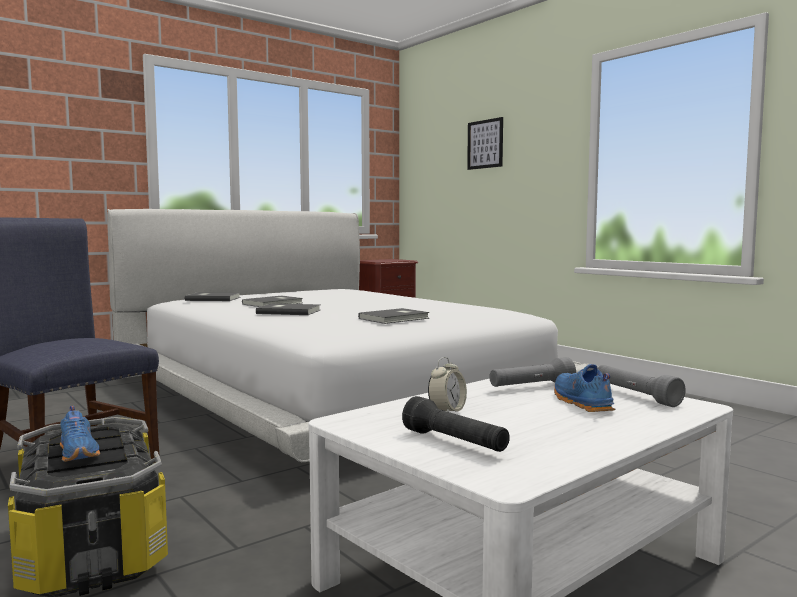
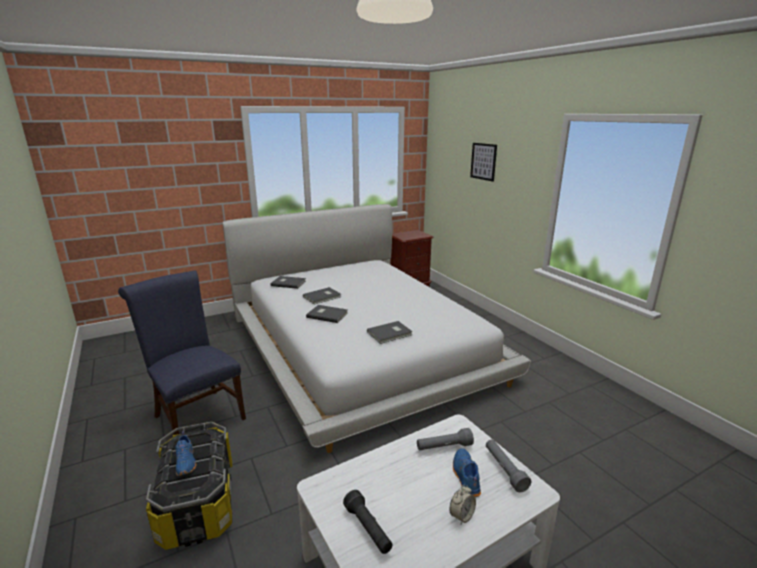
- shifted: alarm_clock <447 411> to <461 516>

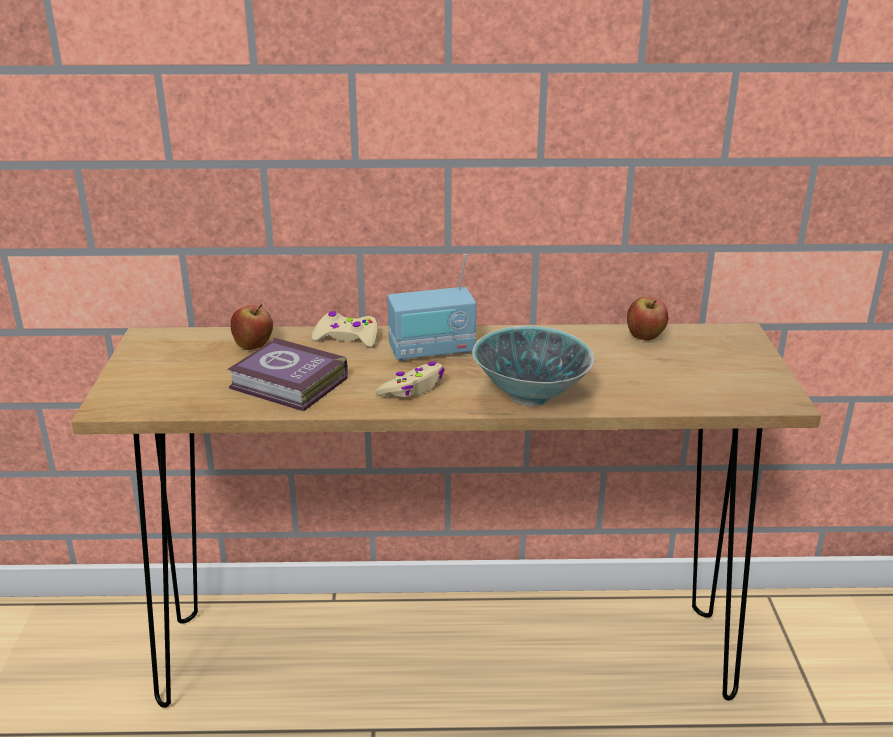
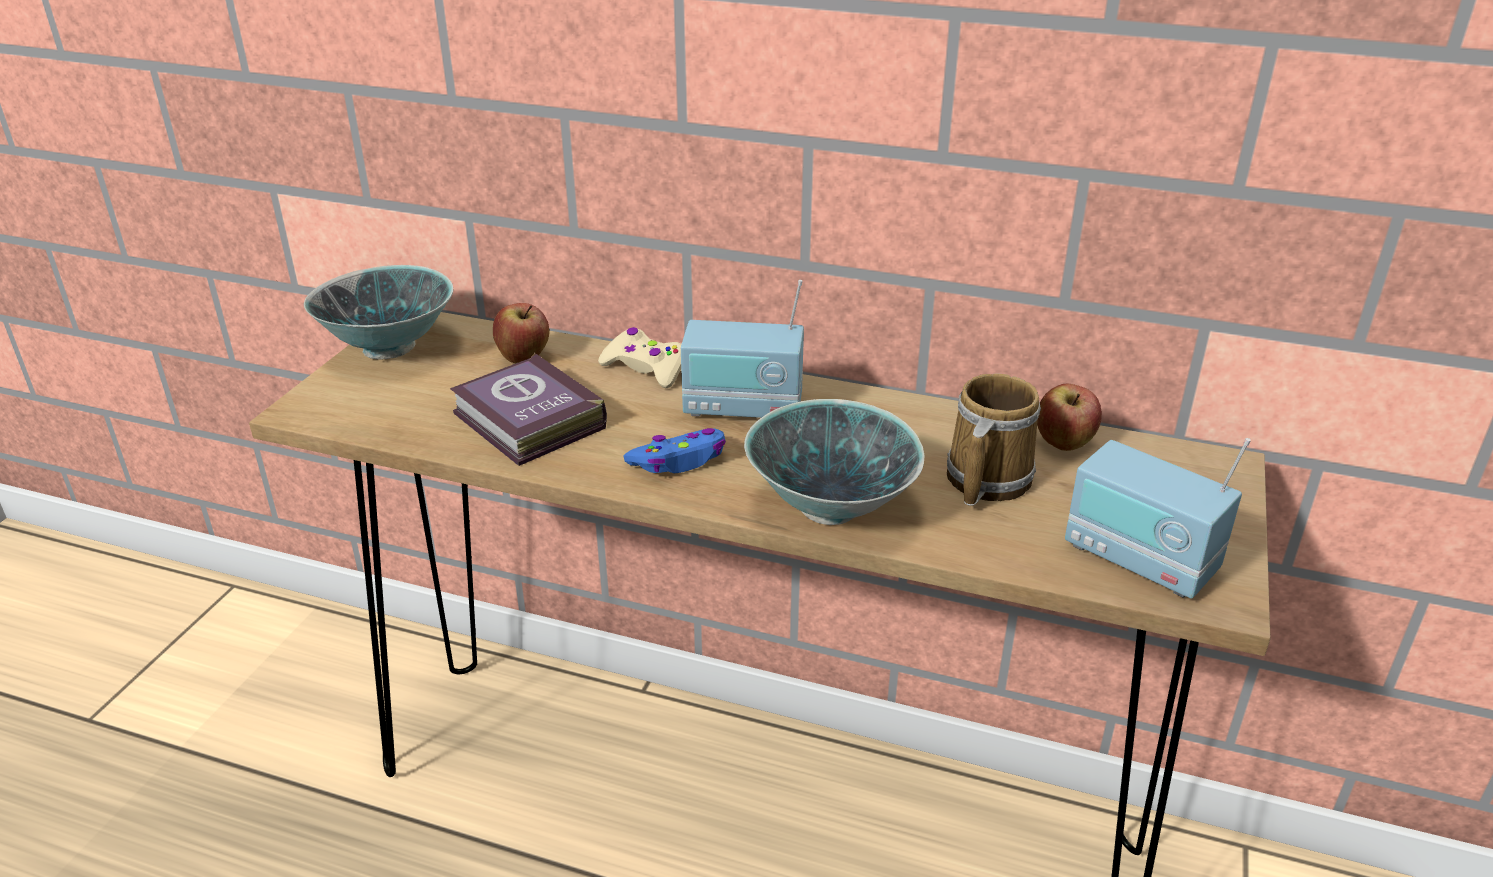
- new: bowl <390 348>
- repainted: beige_game_controller <413 388> to blue_game_controller <679 461>
- new: mug <983 479>
- new: radio <1139 560>

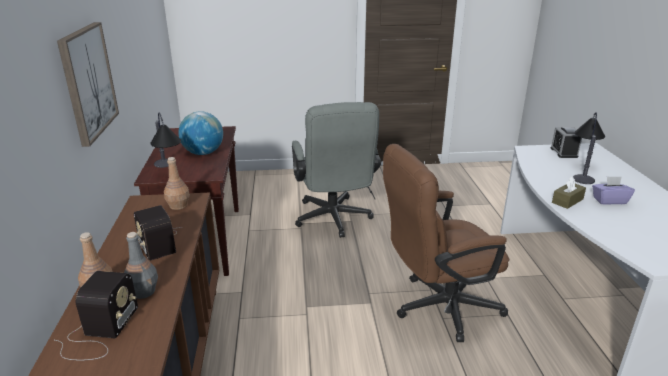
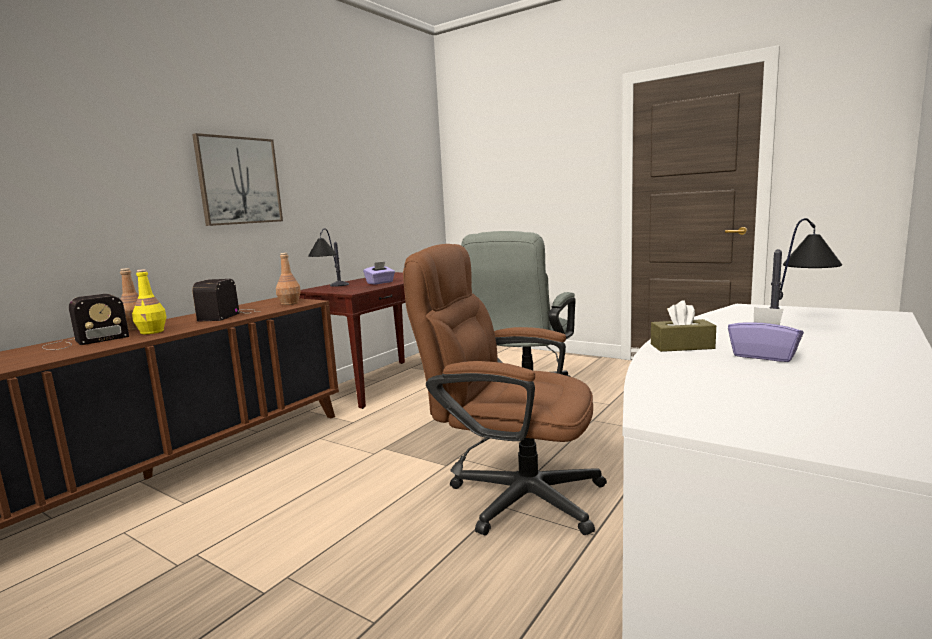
- repainted: grey_bottle <143 291> to yellow_bottle <152 332>
- swapped: globe <203 153> to purple_tissue_box <380 283>
- gone: alarm_clock <564 152>

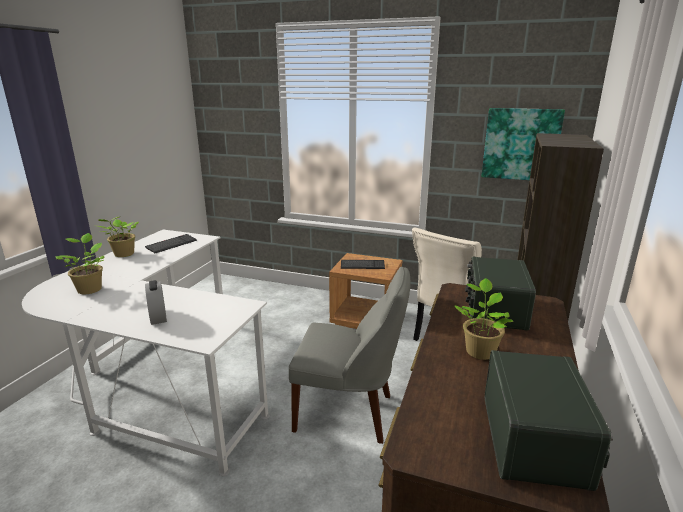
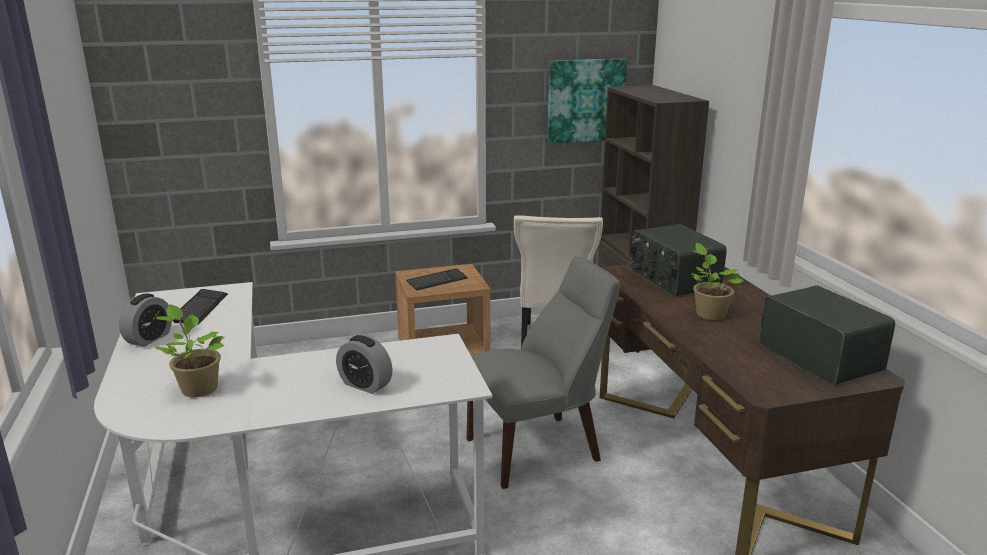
- swapped: potted_plant <123 254> to alarm_clock <149 338>

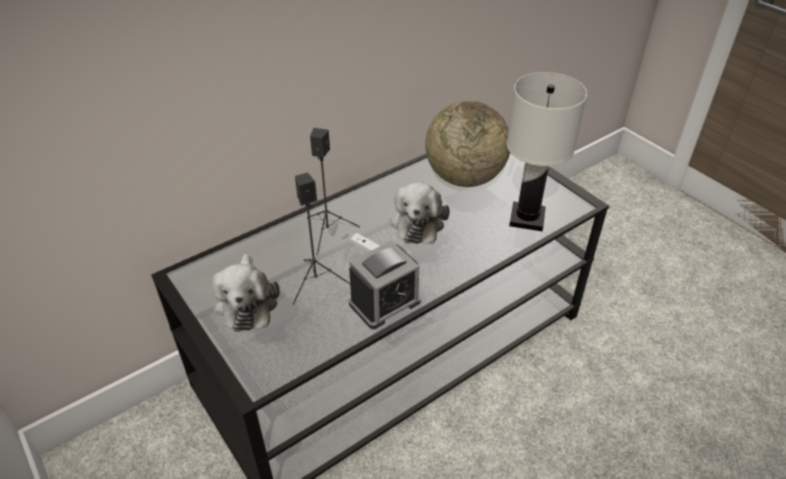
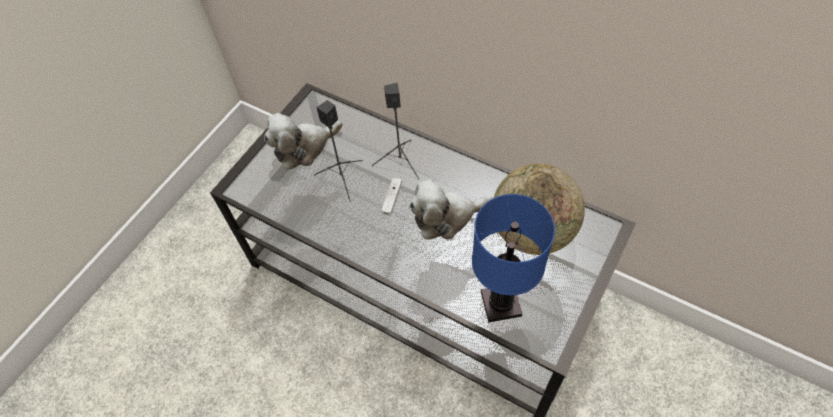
- repainted: white_table_lamp <527 218> to blue_table_lamp <500 304>
- gone: alarm_clock <384 302>

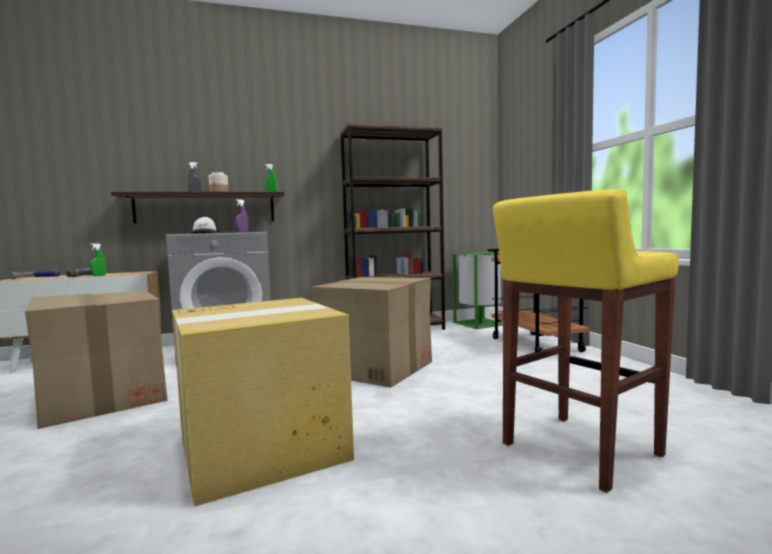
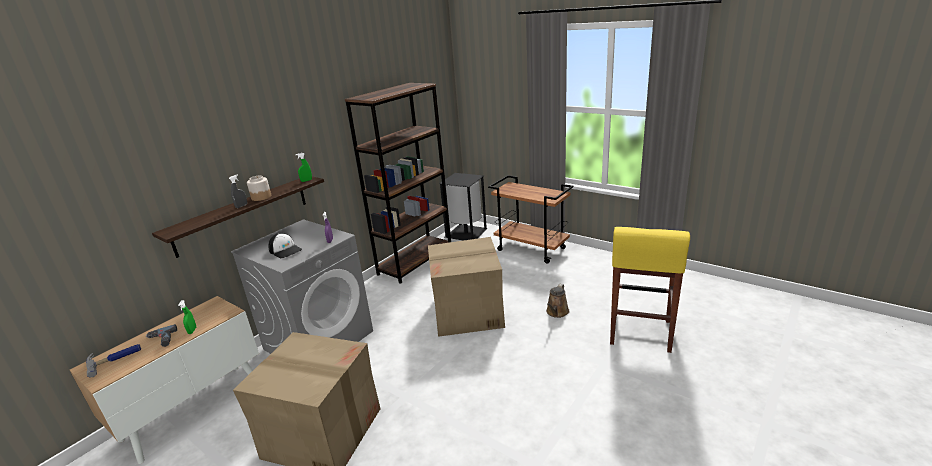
- repainted: green_trash_can <479 324> to black_trash_can <466 233>
- new: brown_watering_can <557 312>
- gone: cardboard_box <264 448>

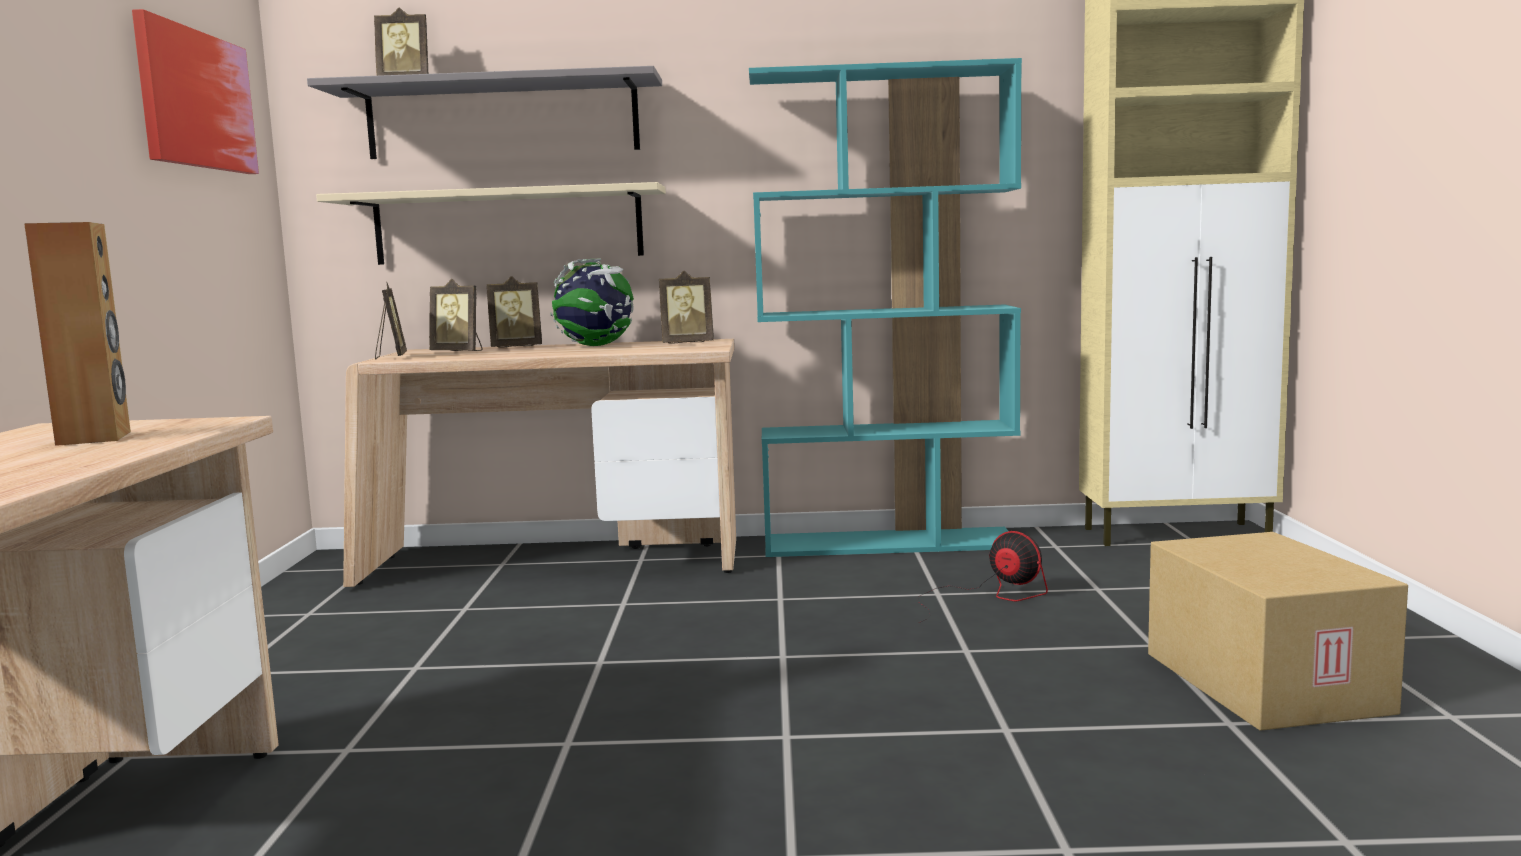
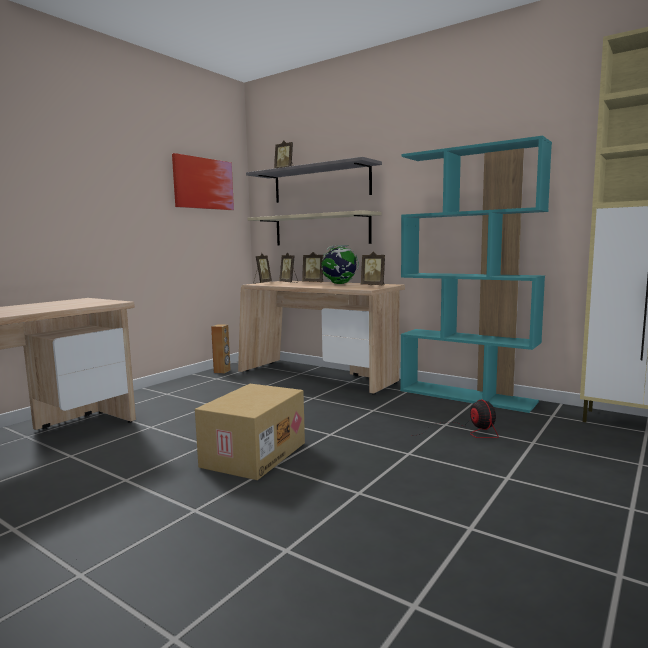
- shifted: cardboard_box <1260 682> to <253 454>
- shifted: brown_speaker <95 438> to <222 371>

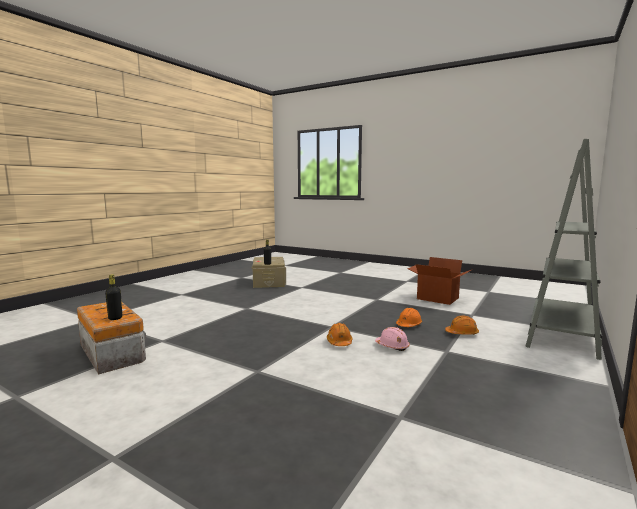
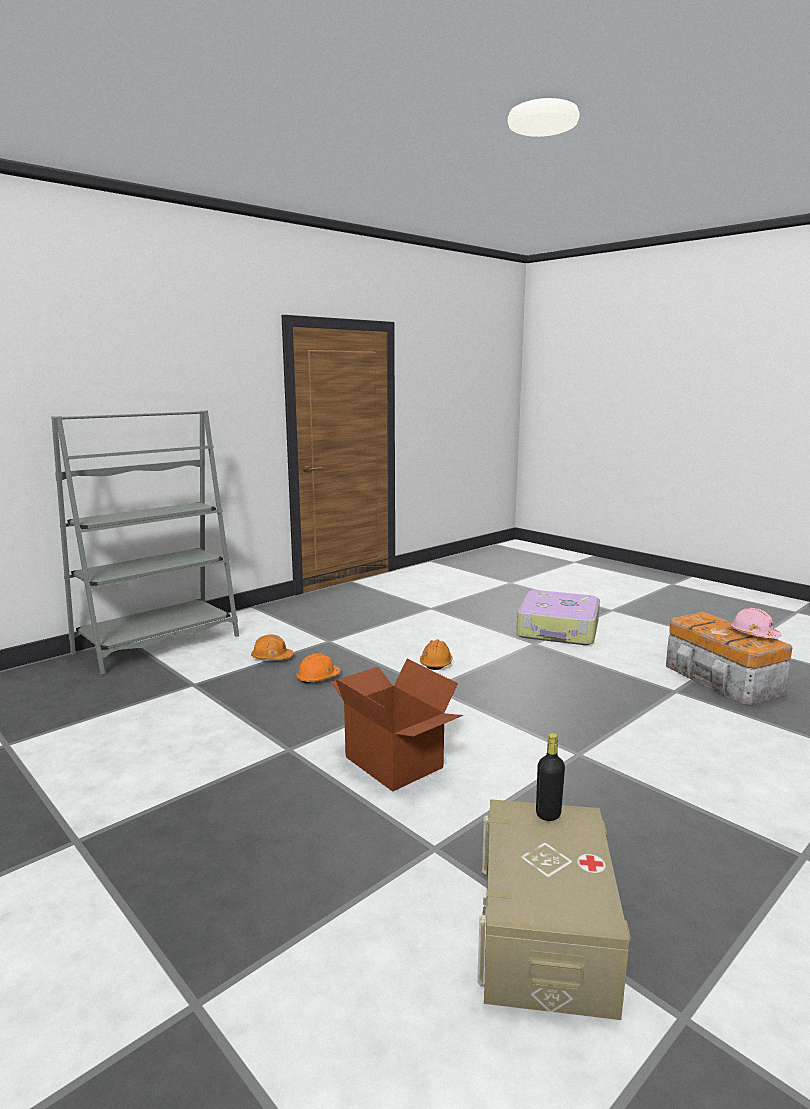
- shifted: cardboard_box <437 298> to <395 761>
- new: suitcase <558 630>
- shifted: pink_hard_hat <392 346> to <753 634>
- gone: black_bottle <115 318>

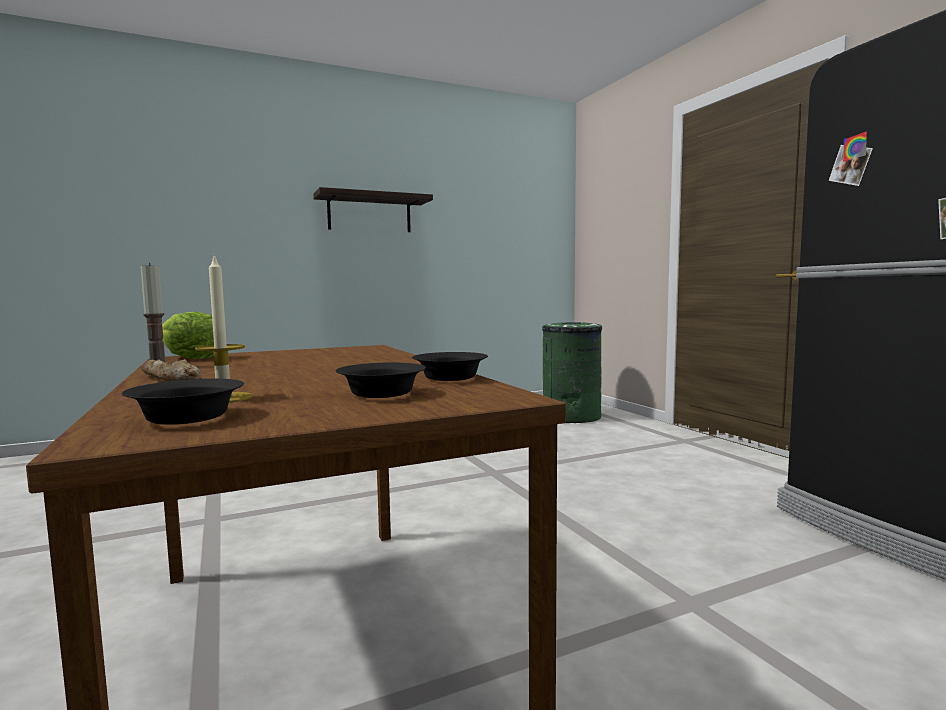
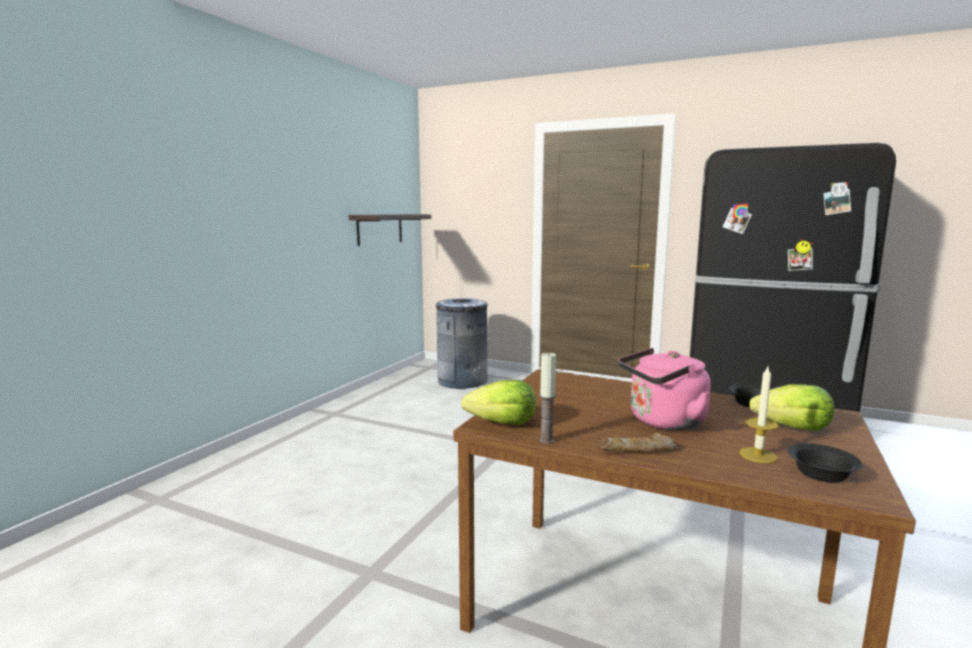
- shifted: shelf <369 214> to <380 229>
- repainted: green_trash_can <571 416> to grey_trash_can <462 381>
- new: pink_kettle <663 422>
- swapped: black_bowl <381 394> to lettuce <792 427>

